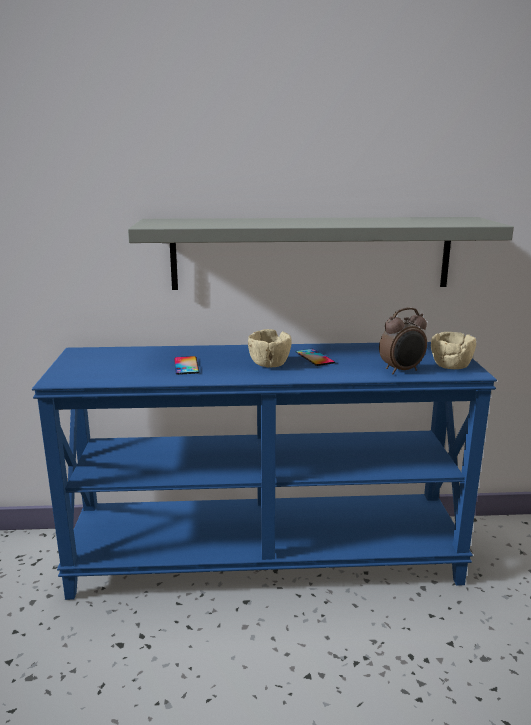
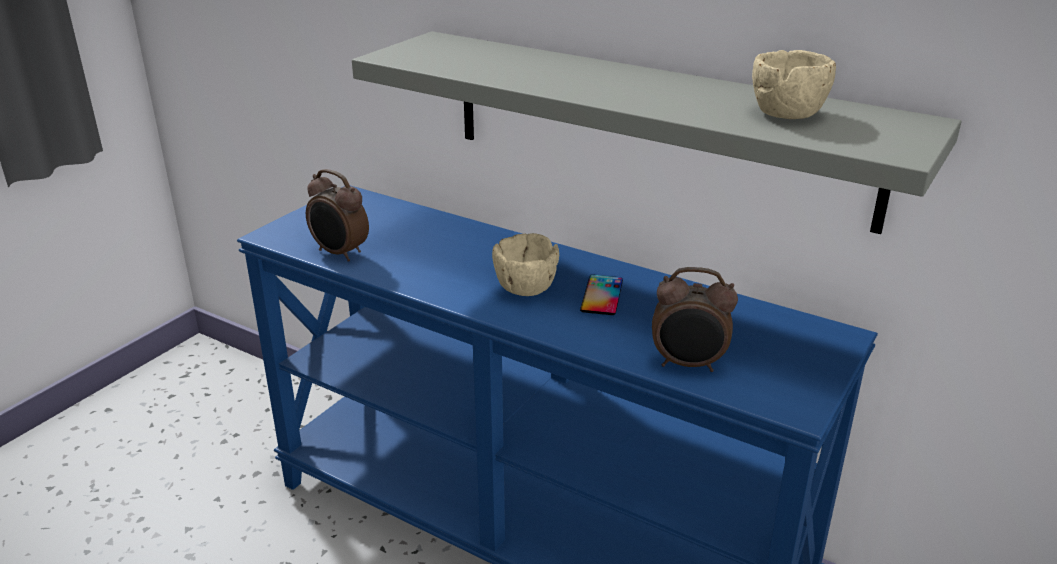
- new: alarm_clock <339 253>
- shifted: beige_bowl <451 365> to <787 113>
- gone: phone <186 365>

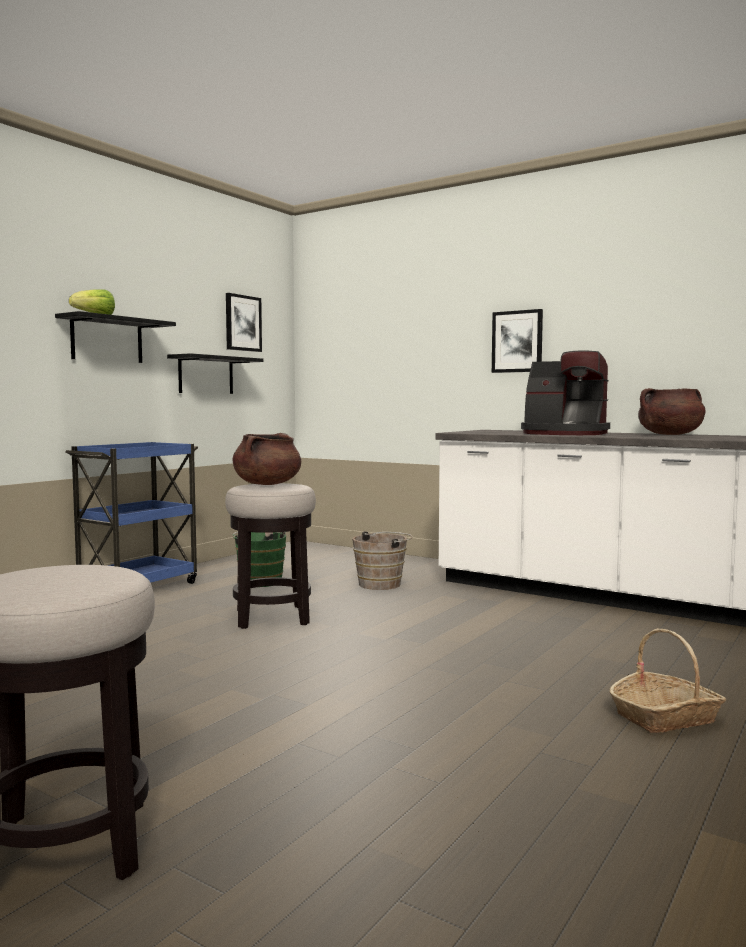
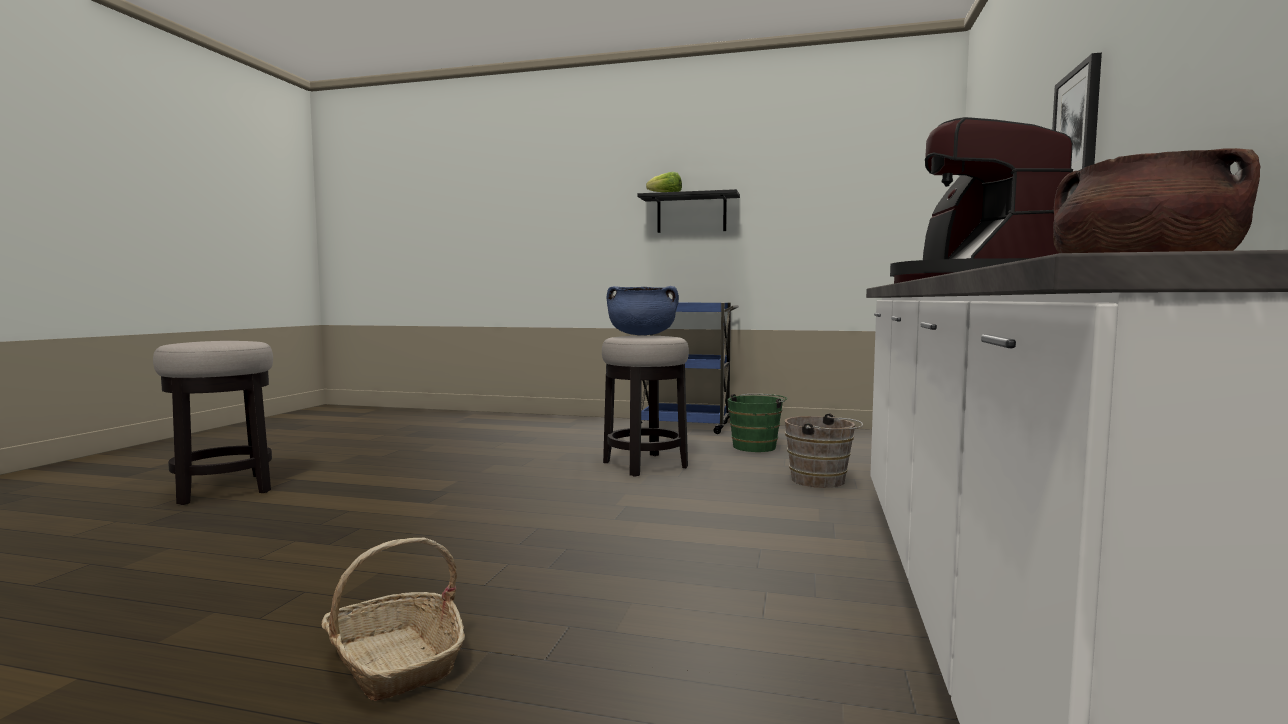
- repainted: brown_cooking_pot <267 484> to blue_cooking_pot <642 335>
- gone: black_shelf <206 375>
- gone: picture <242 323>

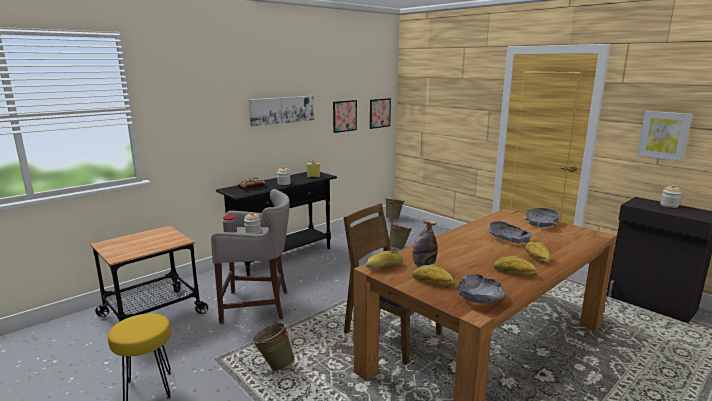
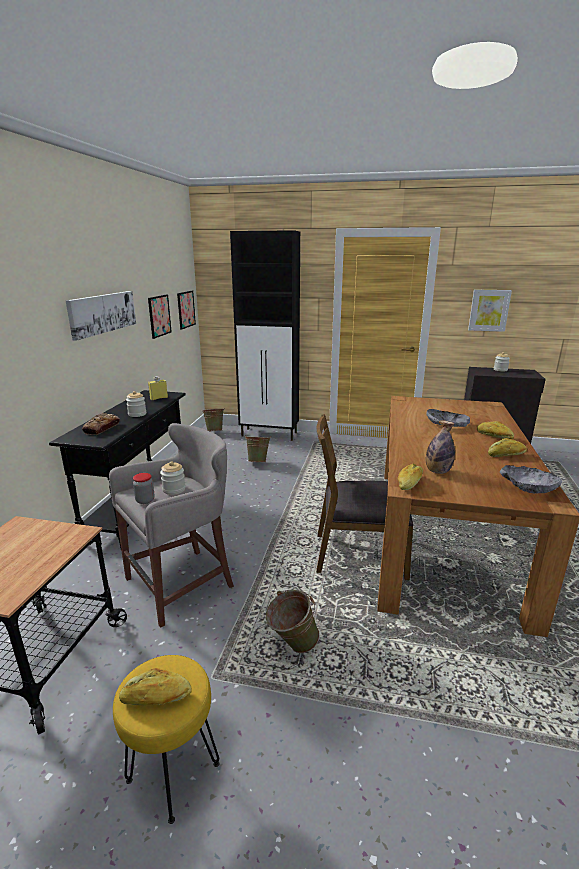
- shifted: bread <432 282> to <156 698>
- new: black_cabinet <270 434>
- gone: grey_bowl <541 223>

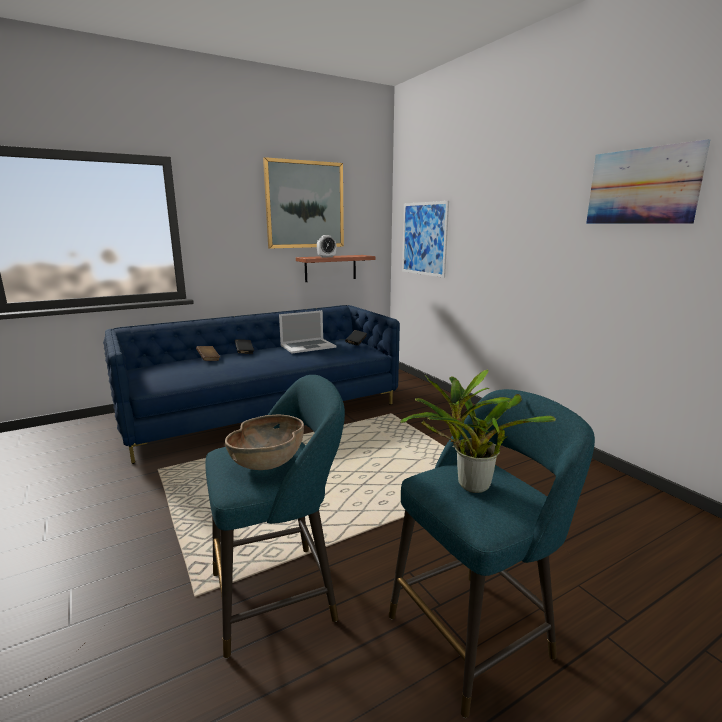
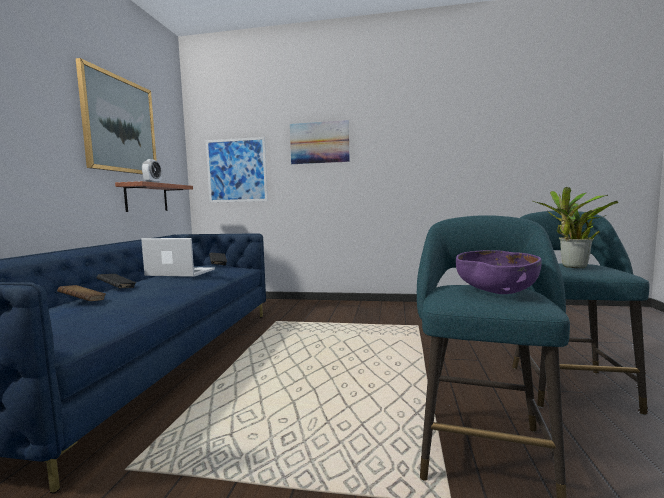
- rotated: laptop <308 346> = <180 272> 90 degrees counterclockwise
- shifted: picture <641 186> to <319 142>
- repainted: brown_bowl <268 462> to purple_bowl <496 291>

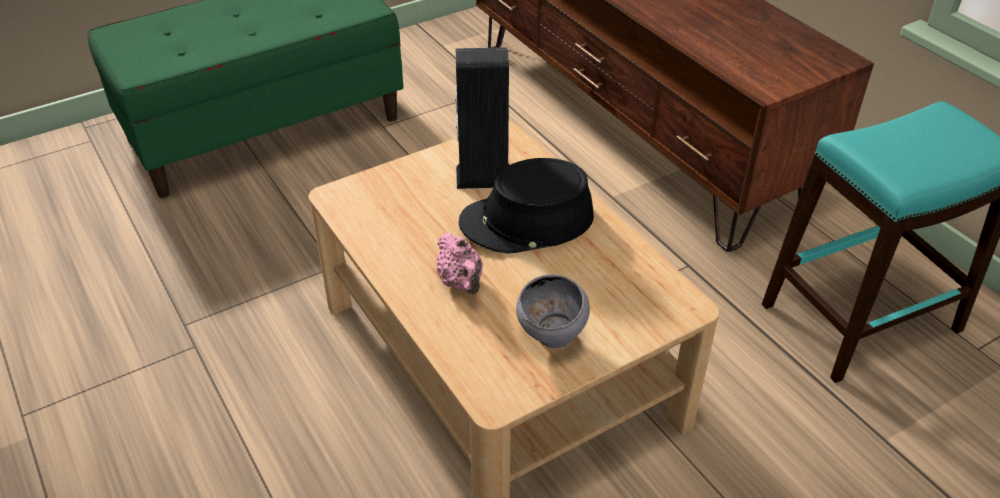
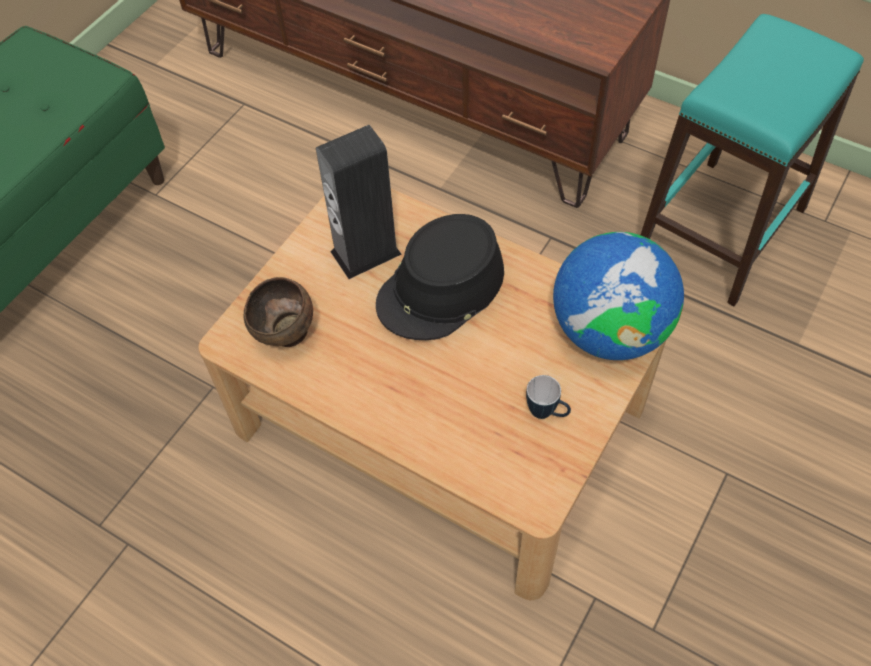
- new: brown_bowl <286 336>
- swapped: grey_bowl <552 339> to mug <547 413>
- new: globe <609 331>
- gone: pink_teapot <461 283>

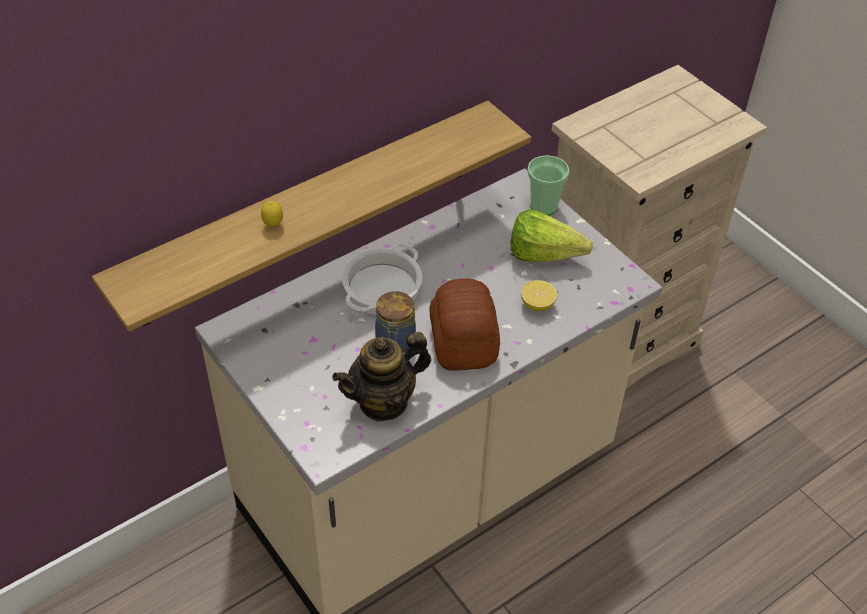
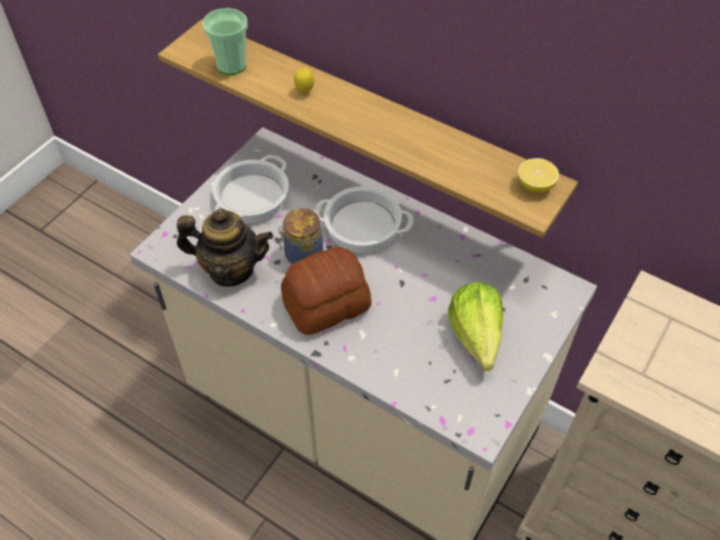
- rotated: teapot <384 402> = <231 269> 150 degrees clockwise
- shifted: cup <543 206> to <231 65>
- new: cooking_pot <252 198>
- shifted: lemon <537 305> to <535 185>

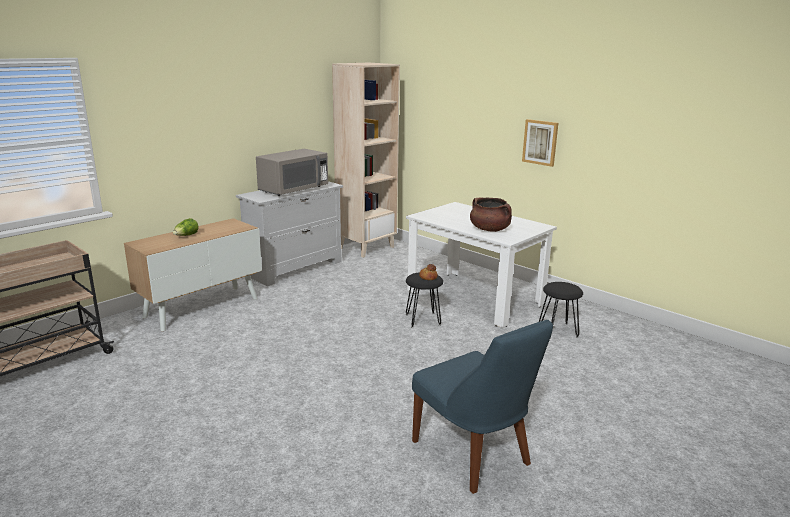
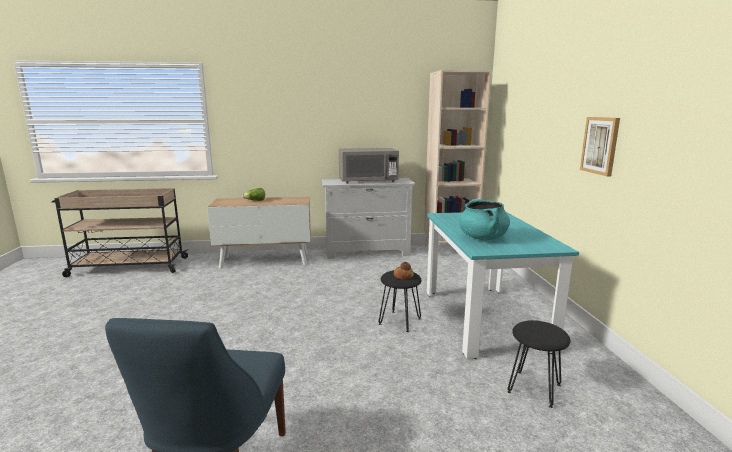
- repainted: white_dining_table <474 298> to turquoise_dining_table <484 319>
- repainted: brown_cooking_pot <490 229> to turquoise_cooking_pot <483 238>

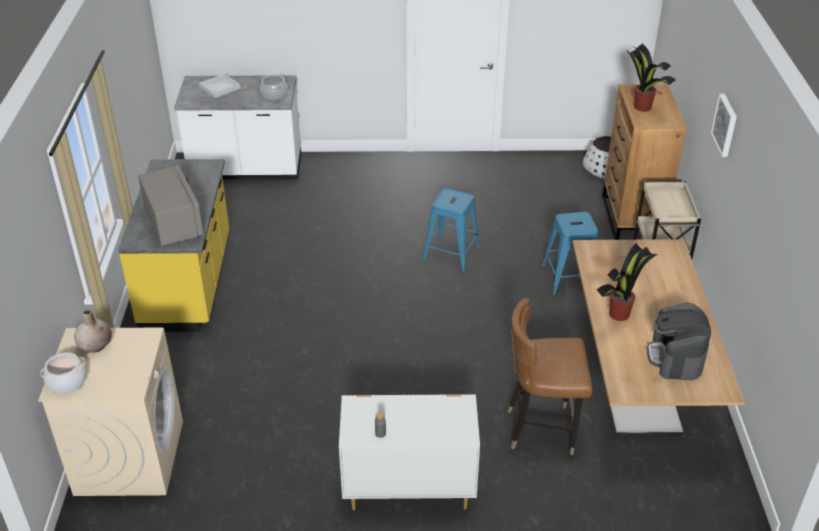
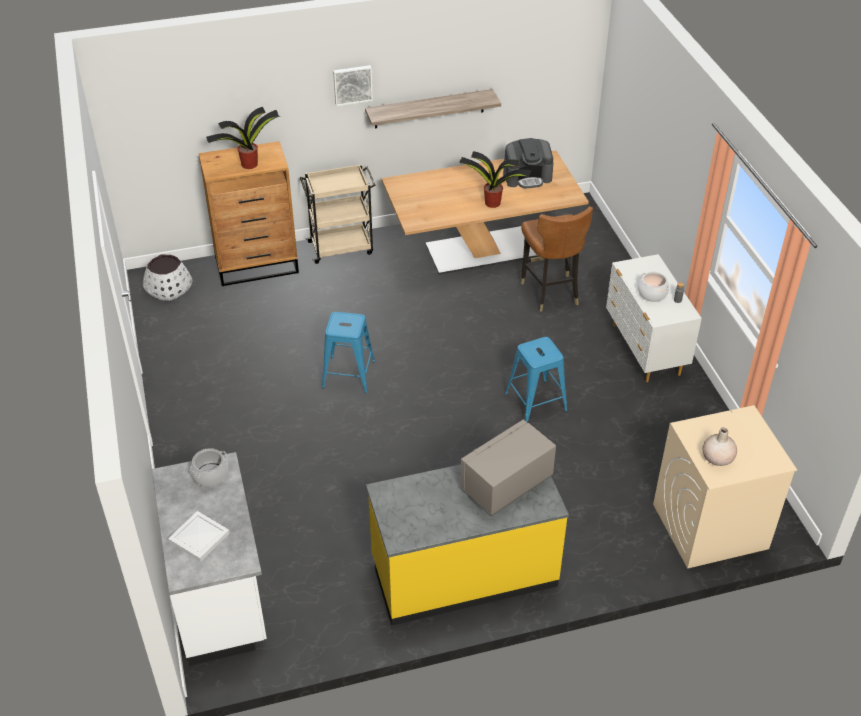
- new: shelf <429 109>
- shifted: blue_stool <569 278> to <535 402>
- shifted: cooking_pot <67 382> to <652 294>

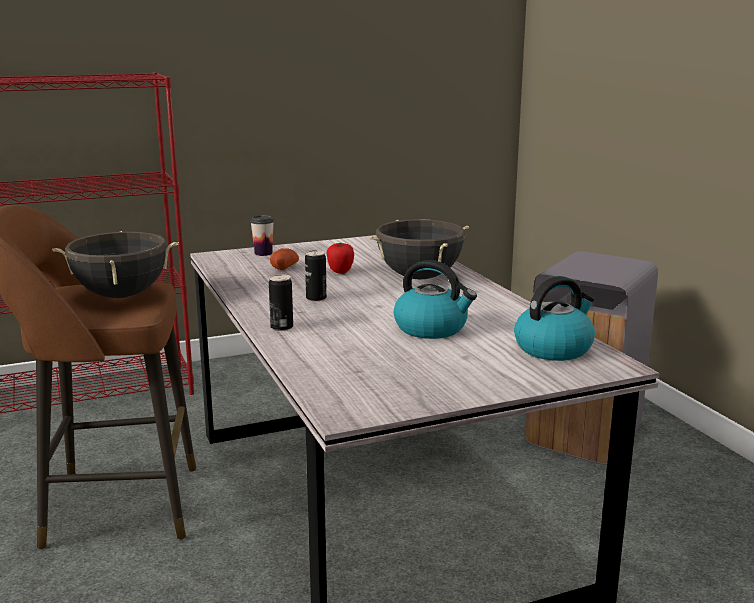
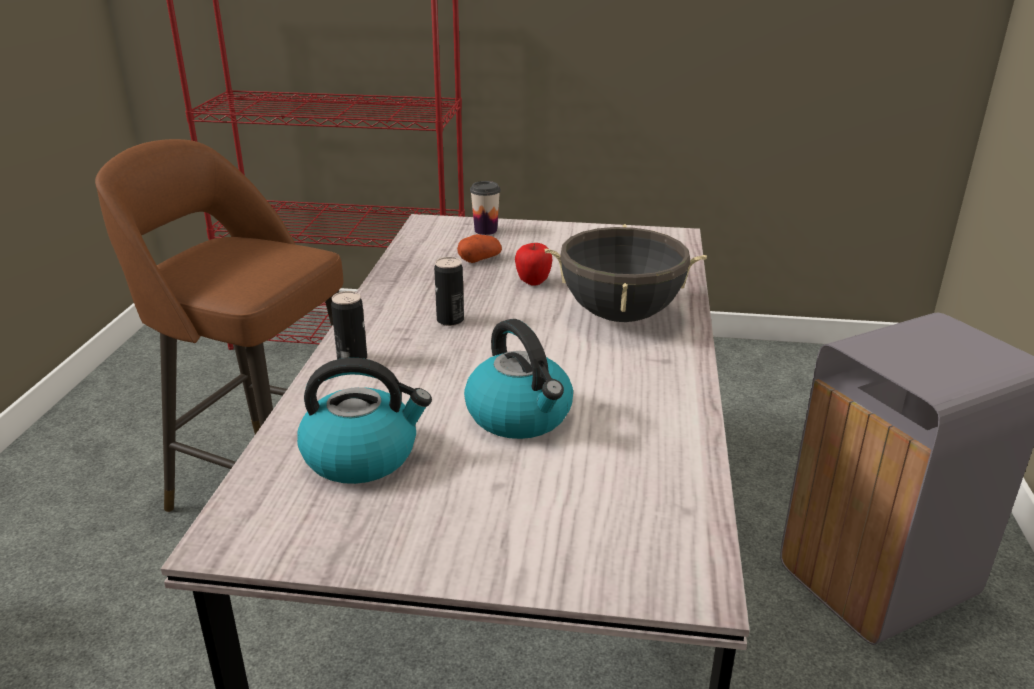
- shifted: kettle <553 348> to <362 455>
- gone: black_cooking_pot <121 295>

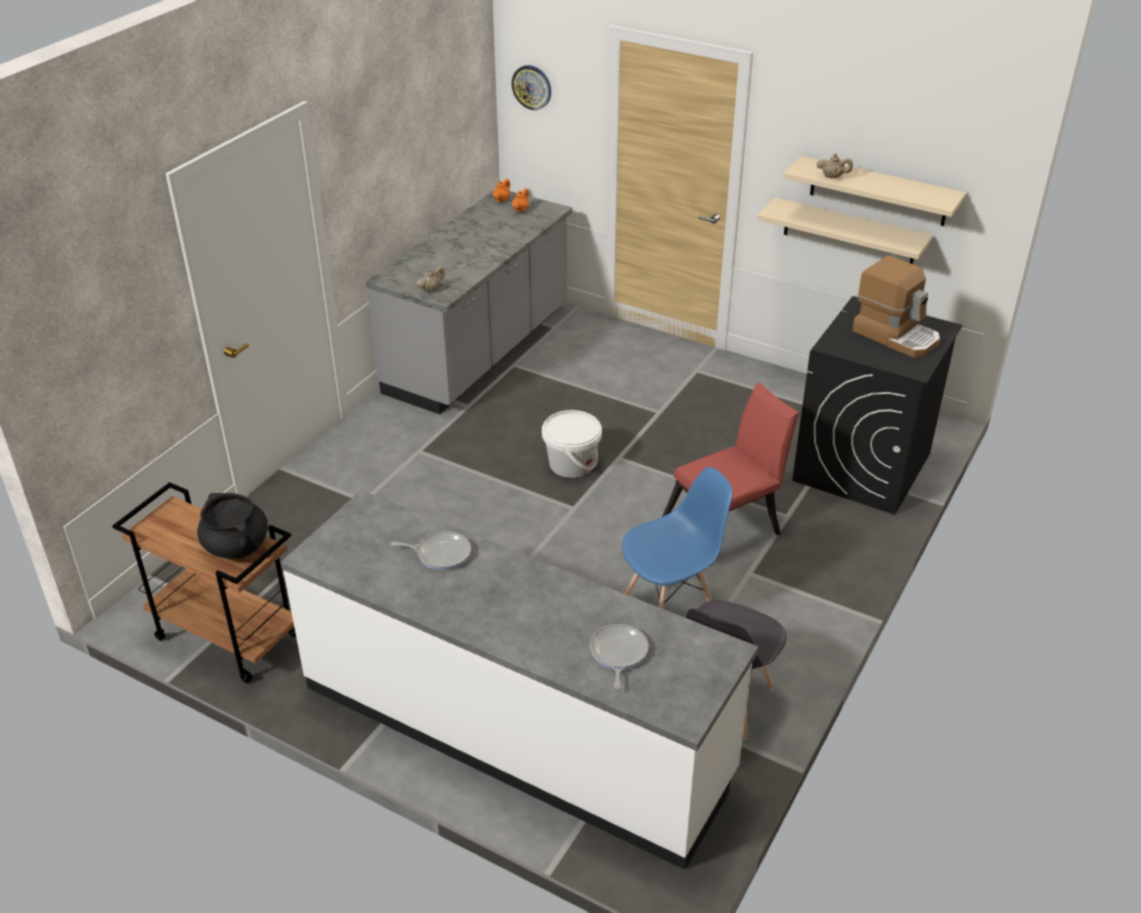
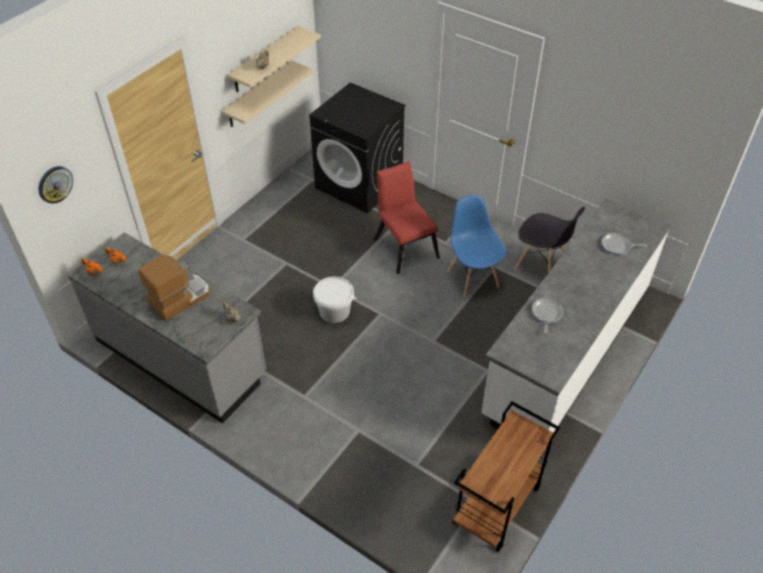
- shifted: coffee_machine <896 335> to <179 298>
- gone: black_cooking_pot <237 546>

